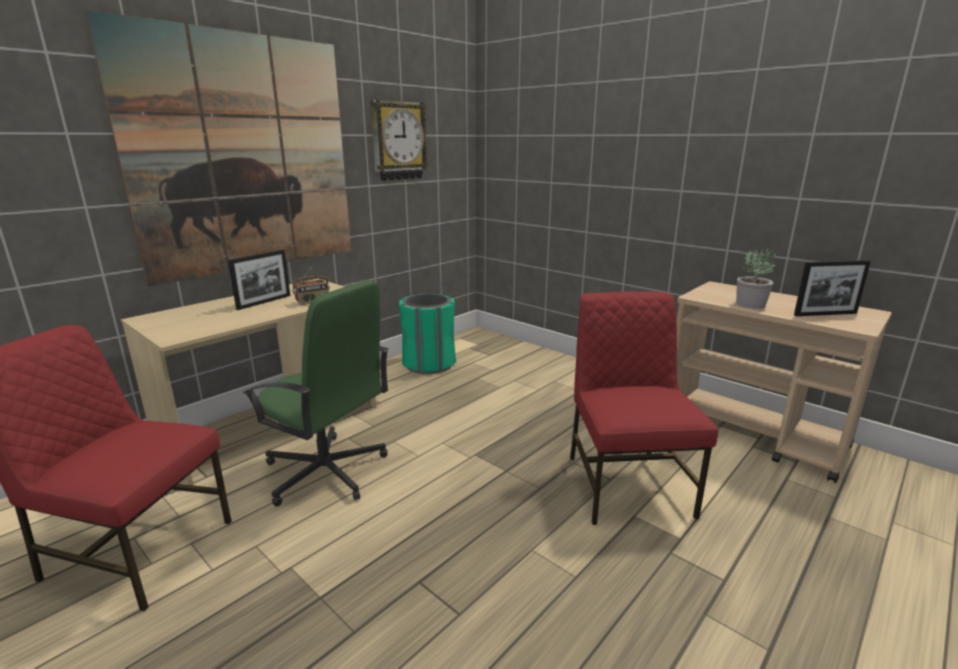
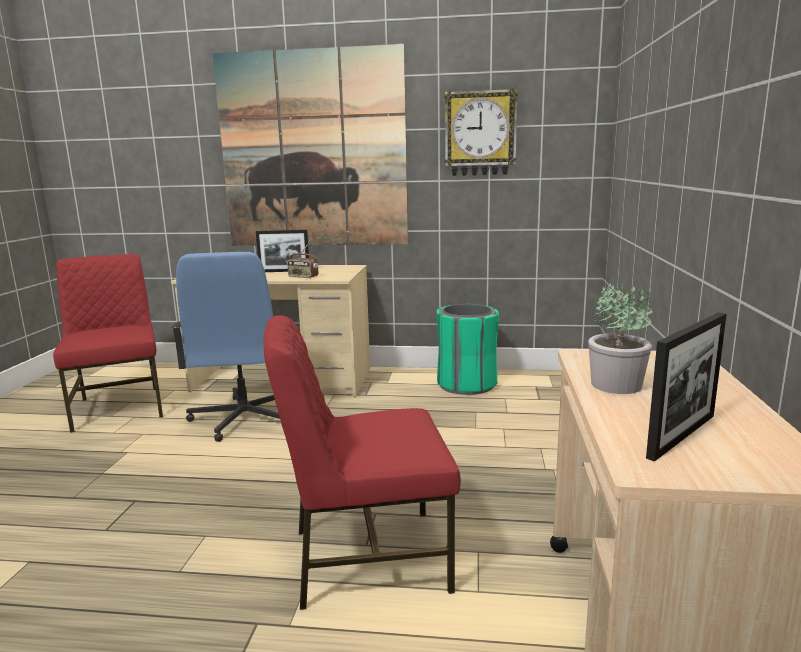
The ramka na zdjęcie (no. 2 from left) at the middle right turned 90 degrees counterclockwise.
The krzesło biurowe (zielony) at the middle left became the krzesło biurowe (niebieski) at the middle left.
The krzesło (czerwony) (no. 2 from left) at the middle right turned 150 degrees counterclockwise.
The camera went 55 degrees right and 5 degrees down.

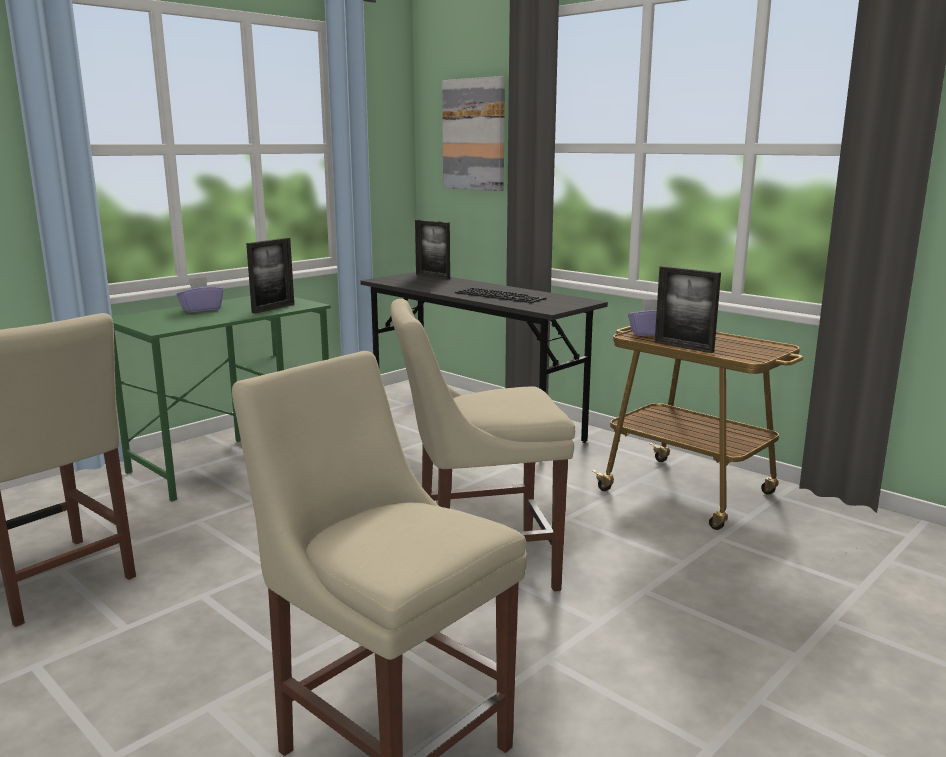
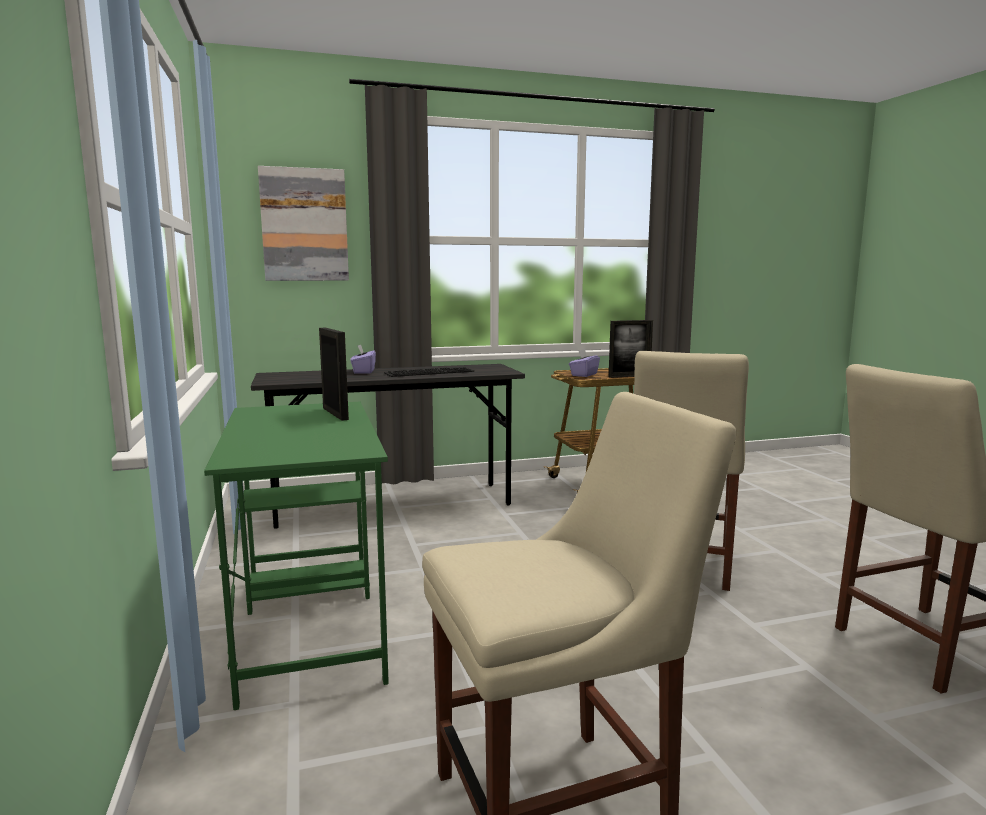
The ramka na zdjęcie (no. 2 from left) at the top centre disappeared.
The pudełko chusteczek (fioletowy) (no. 1 from left) moved from the middle left to the centre.
The camera went 60 degrees left and 5 degrees down.

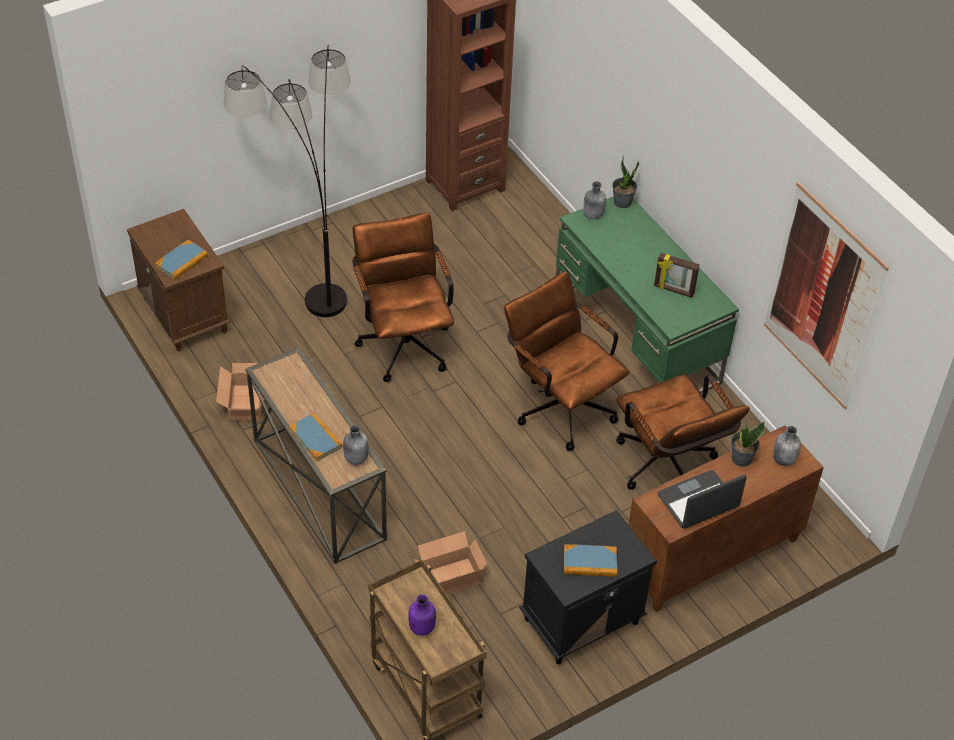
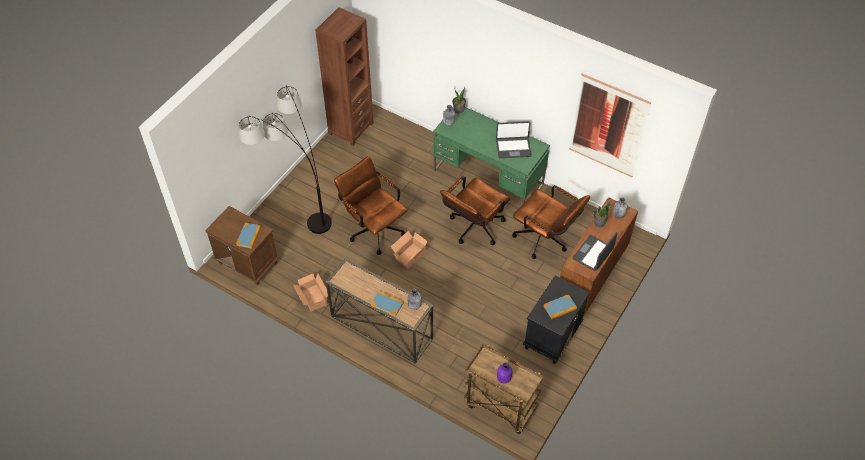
The ramka na zdjęcie at the middle right was replaced by the laptop (no. 1 from left) at the top centre.
The krzesło biurowe (brązowy) (no. 2 from left) at the centre turned 75 degrees counterclockwise.
The karton (no. 2 from left) moved from the bottom centre to the centre.
The camera went 25 degrees left and 5 degrees up.

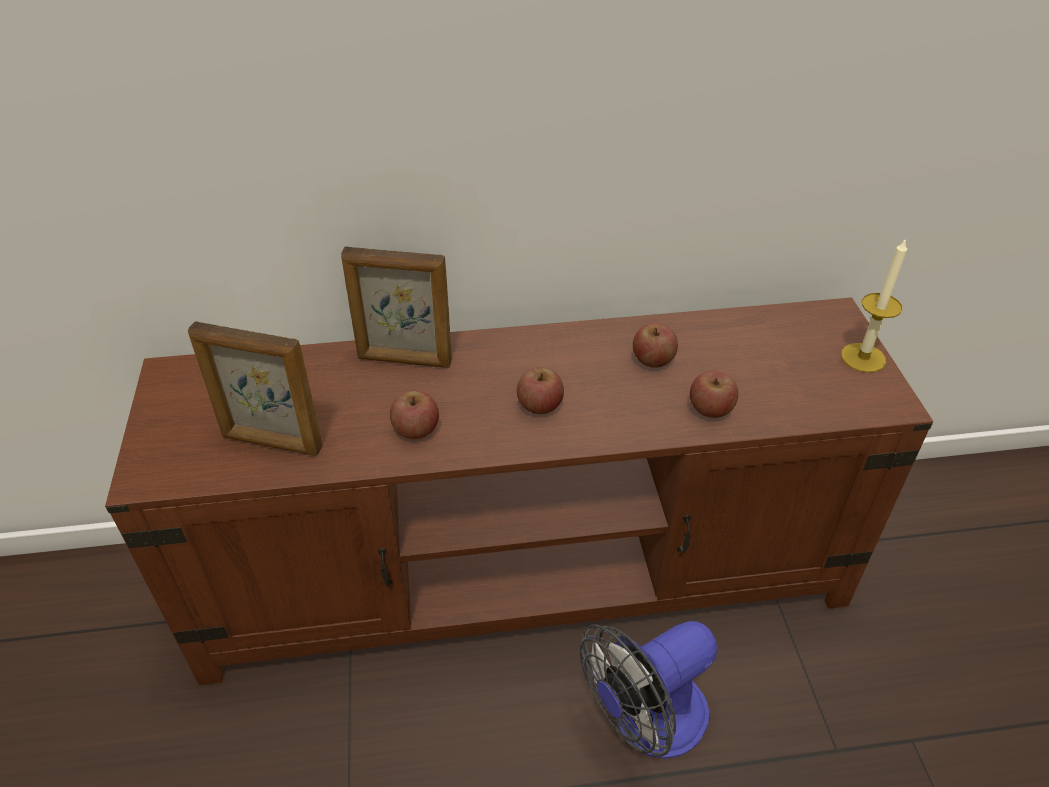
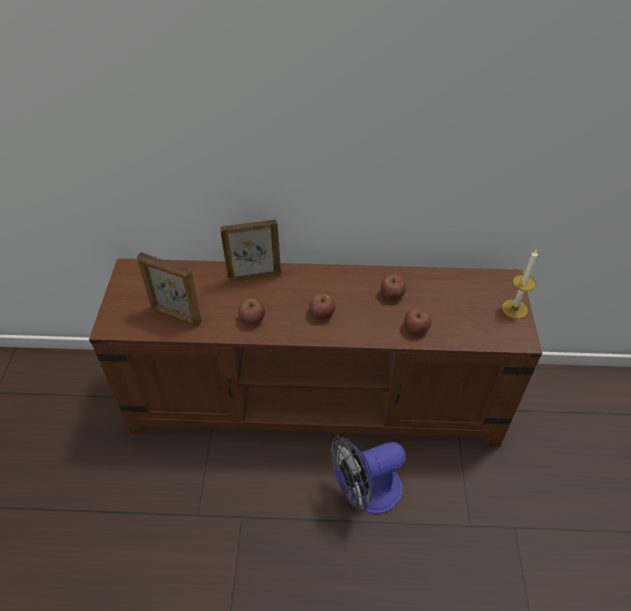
The ramka na zdjęcie (no. 2 from left) at the centre turned 150 degrees clockwise.
The camera went 10 degrees right and 5 degrees up.

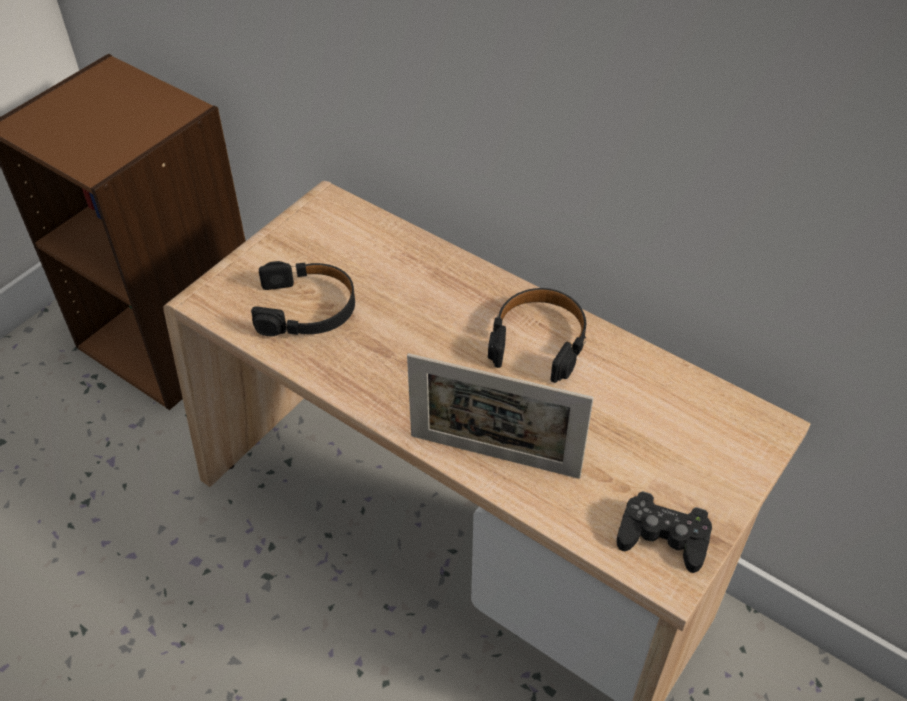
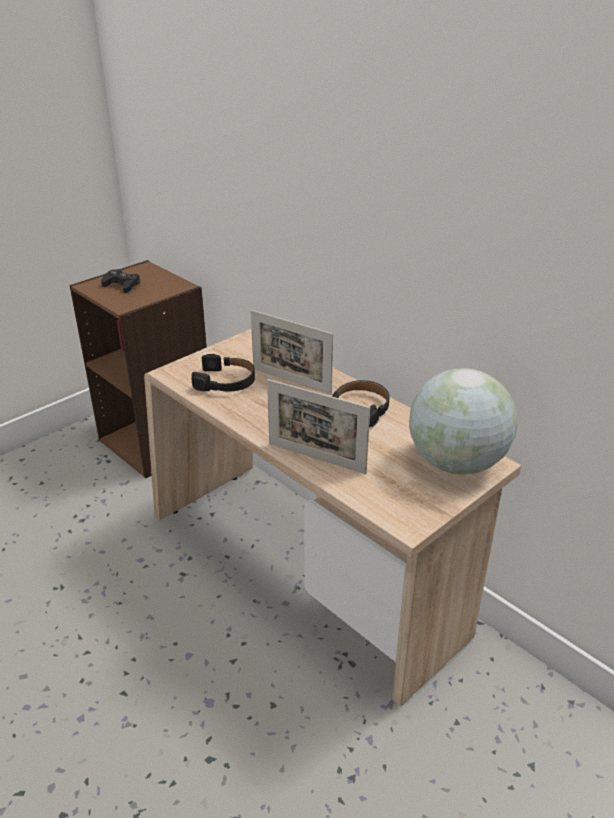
The pad do gier (czarny) moved from the bottom right to the middle left.
The ramka na zdjęcie (no. 1 from left) at the centre appeared.
The globus at the middle right appeared.
The camera went 10 degrees right and 15 degrees down.

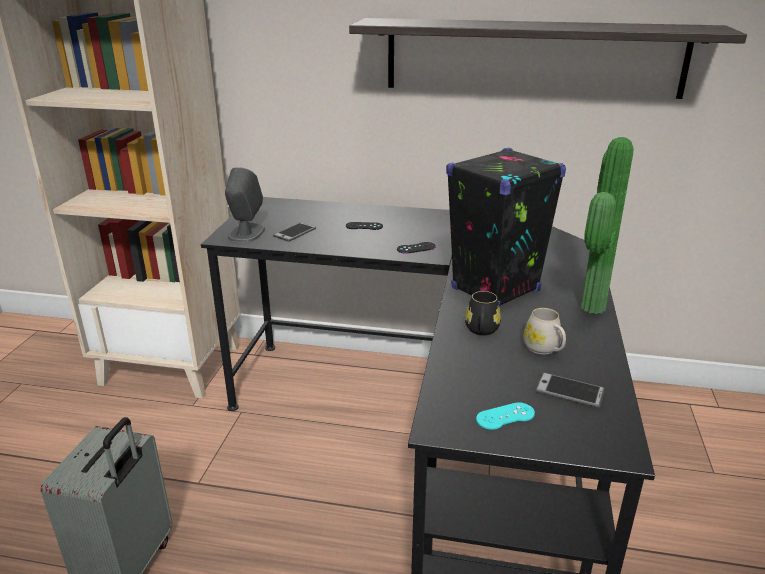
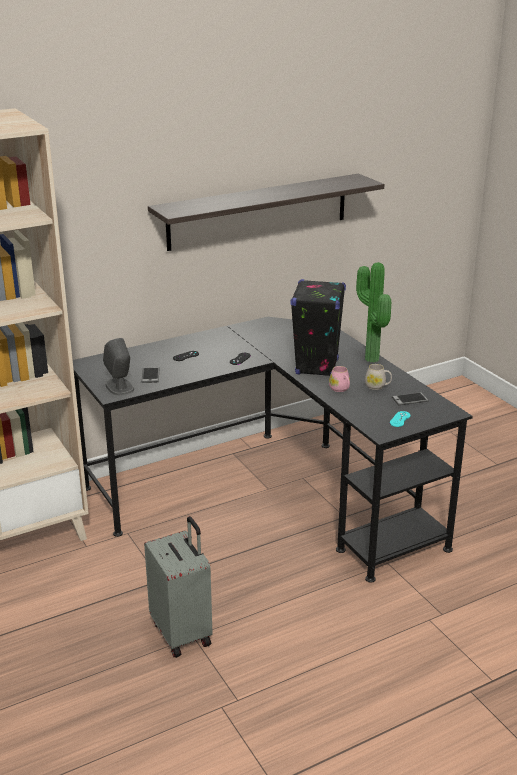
The kubek (czarny) at the centre became the kubek (różowy) at the centre.
The camera went 40 degrees left and 0 degrees up.

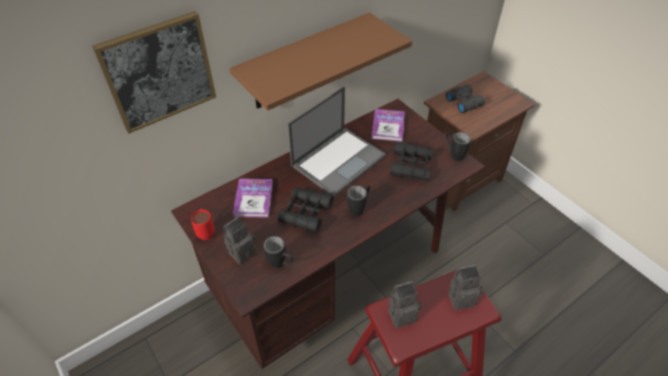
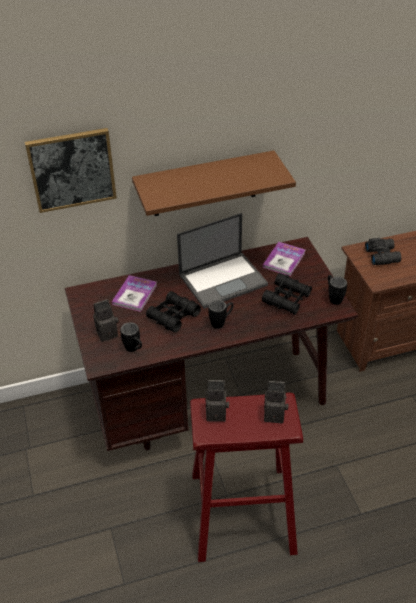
The kubek (czerwony) at the middle left disappeared.
The camera went 20 degrees right and 5 degrees down.

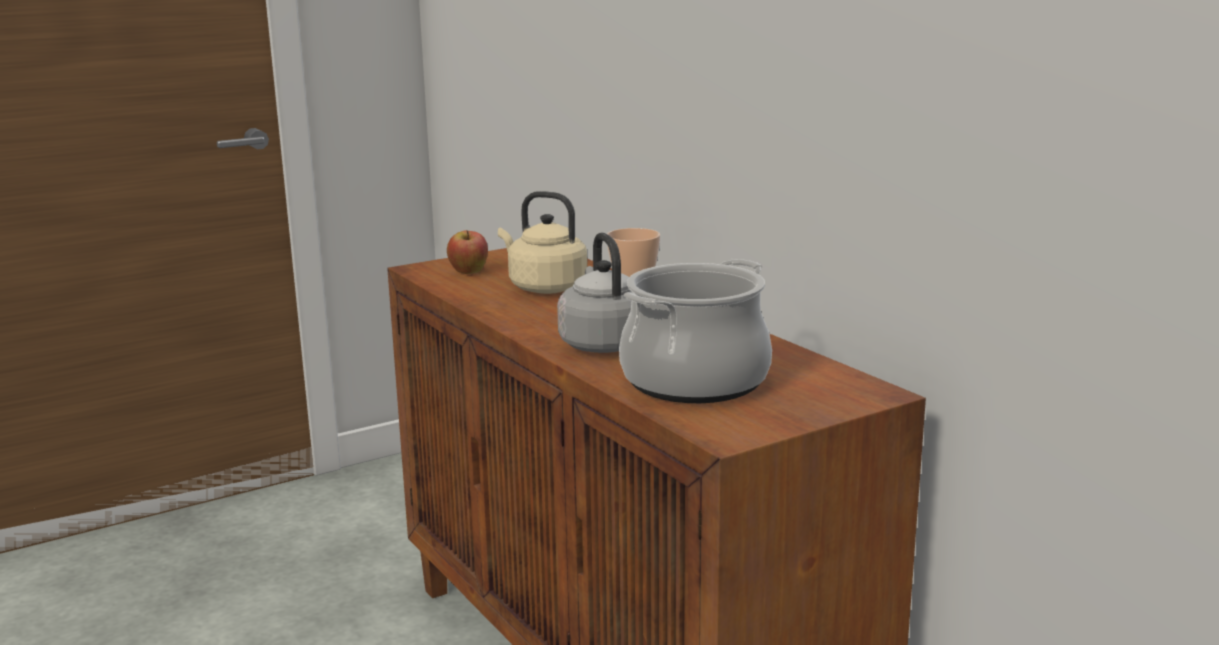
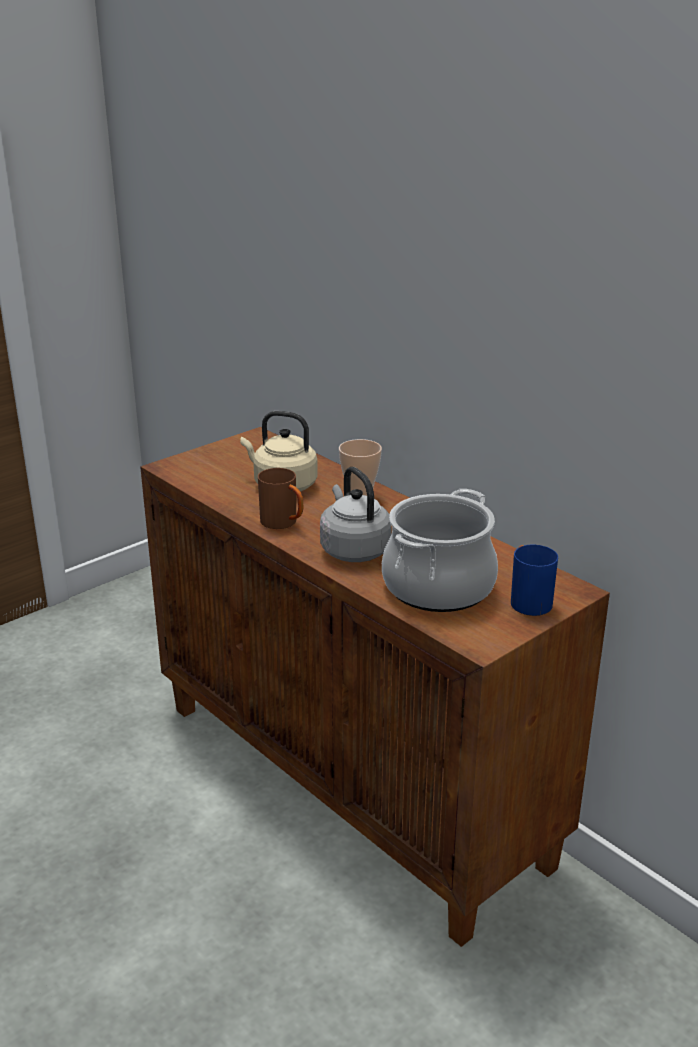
The jabłko at the centre disappeared.
The kubek (brązowy) at the centre appeared.
The kubek (niebieski) at the middle right appeared.
The camera went 10 degrees left and 10 degrees up.

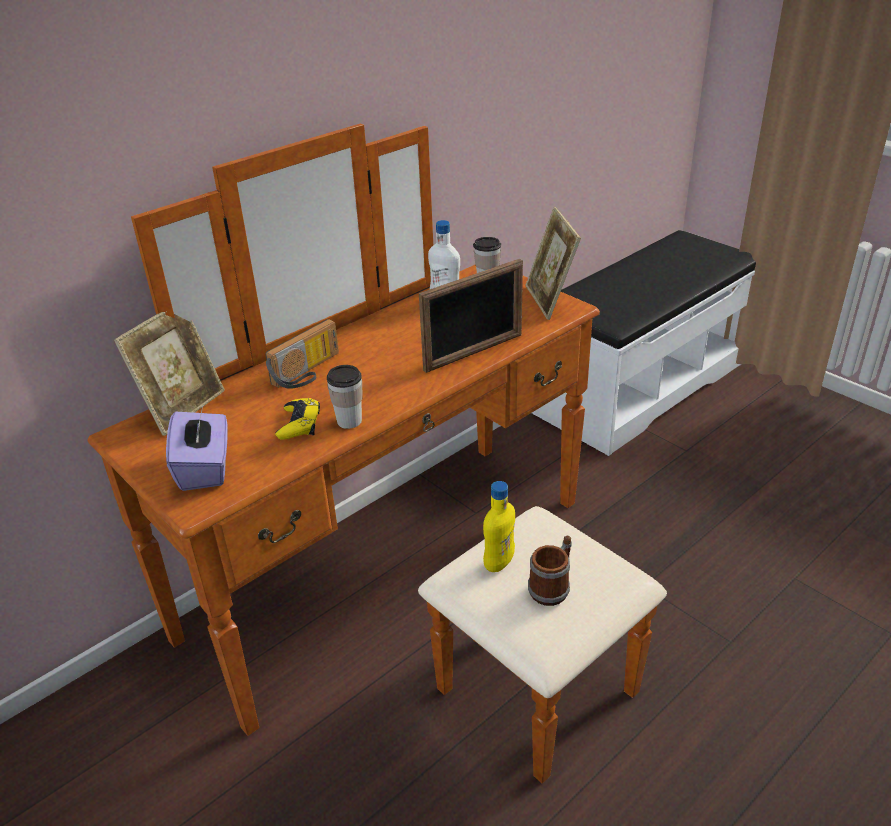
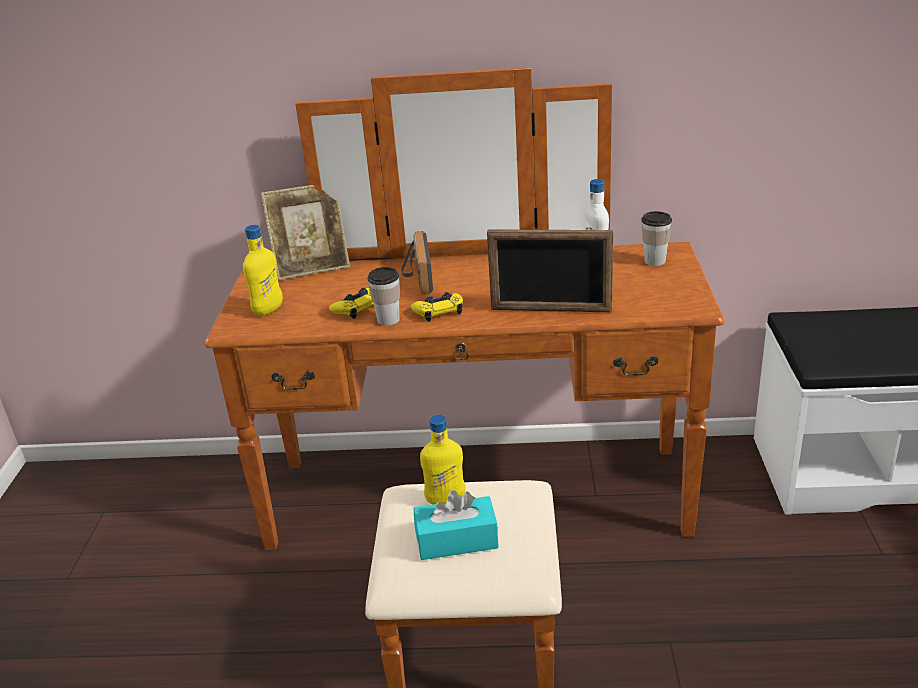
The ramka na zdjęcie (no. 3 from left) at the top centre disappeared.
The radio at the centre turned 90 degrees clockwise.
The pudełko chusteczek (fioletowy) at the middle left was replaced by the butelka (żółty) (no. 1 from left) at the middle left.
The kubek at the bottom centre was replaced by the pudełko chusteczek (turkusowy) at the bottom centre.
The pad do gier (żółty) (no. 2 from left) at the centre appeared.
The camera went 45 degrees right and 5 degrees down.

